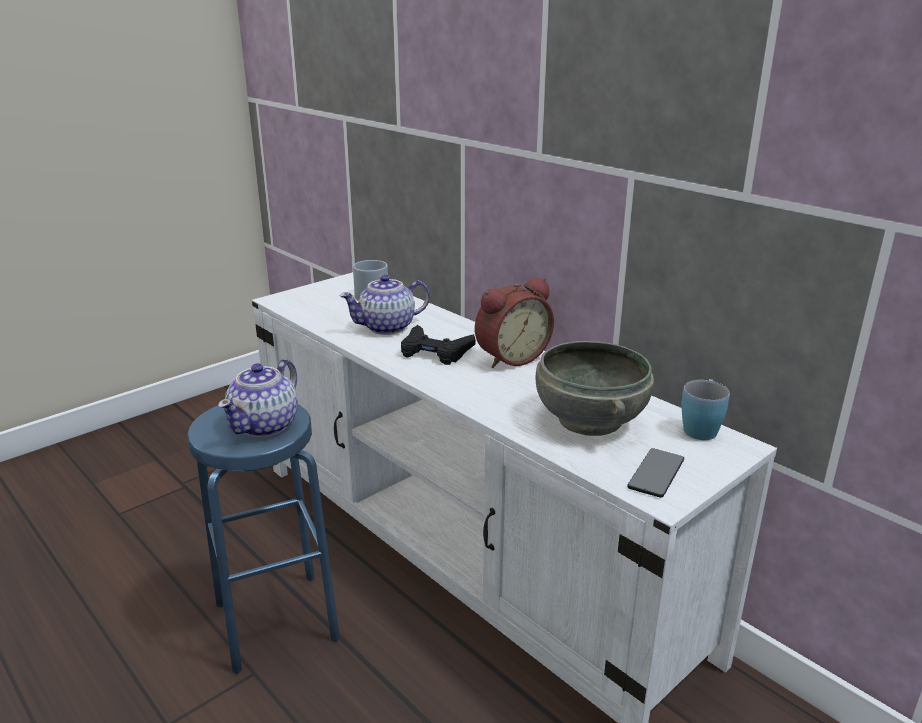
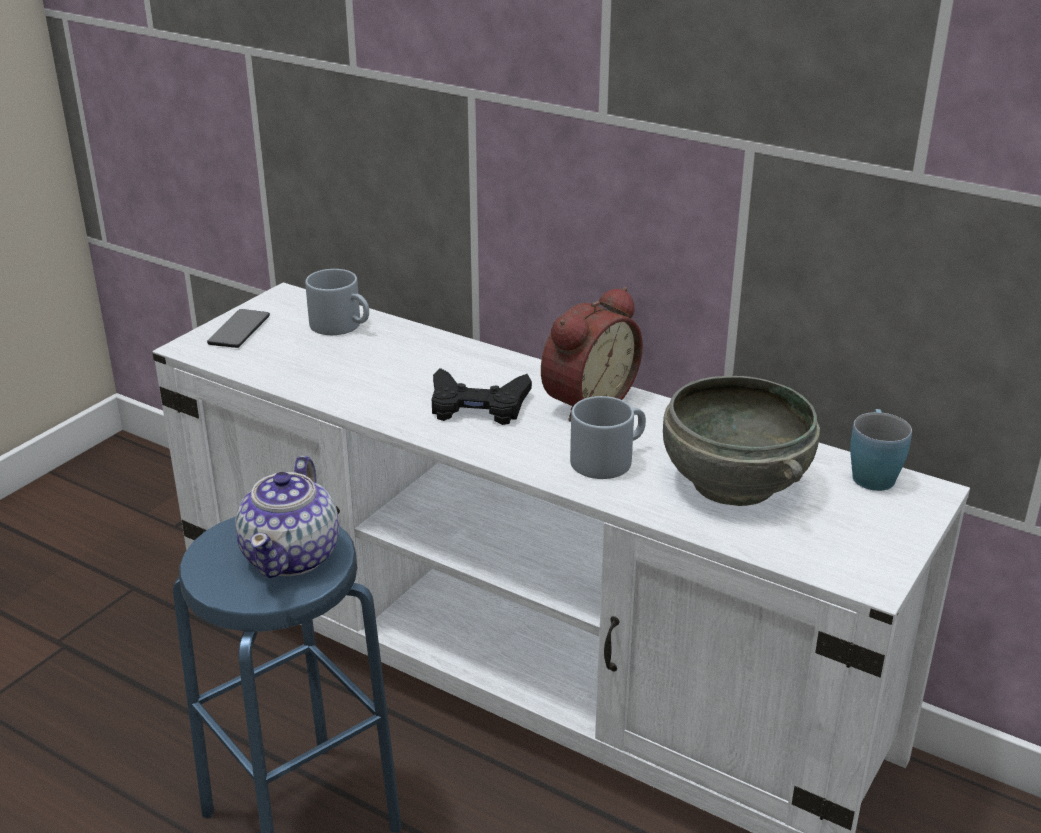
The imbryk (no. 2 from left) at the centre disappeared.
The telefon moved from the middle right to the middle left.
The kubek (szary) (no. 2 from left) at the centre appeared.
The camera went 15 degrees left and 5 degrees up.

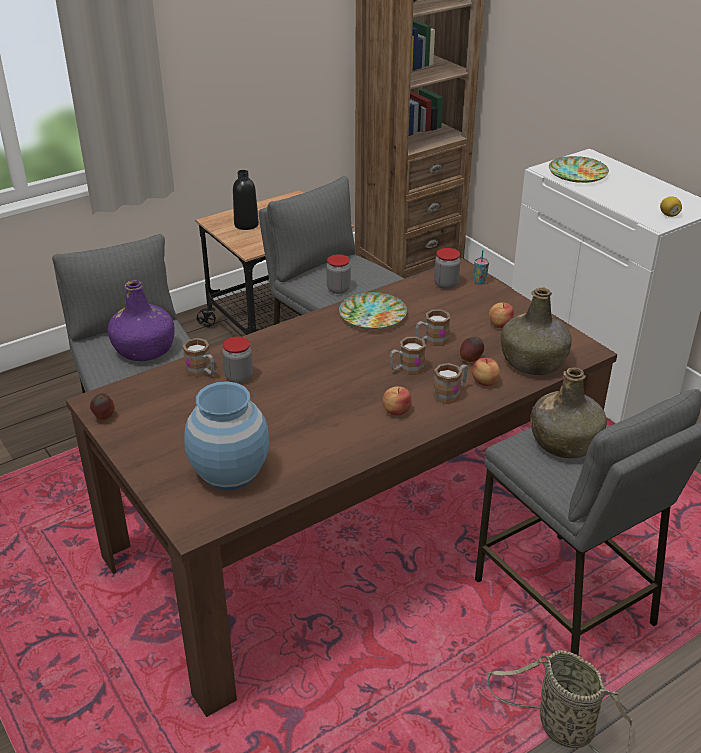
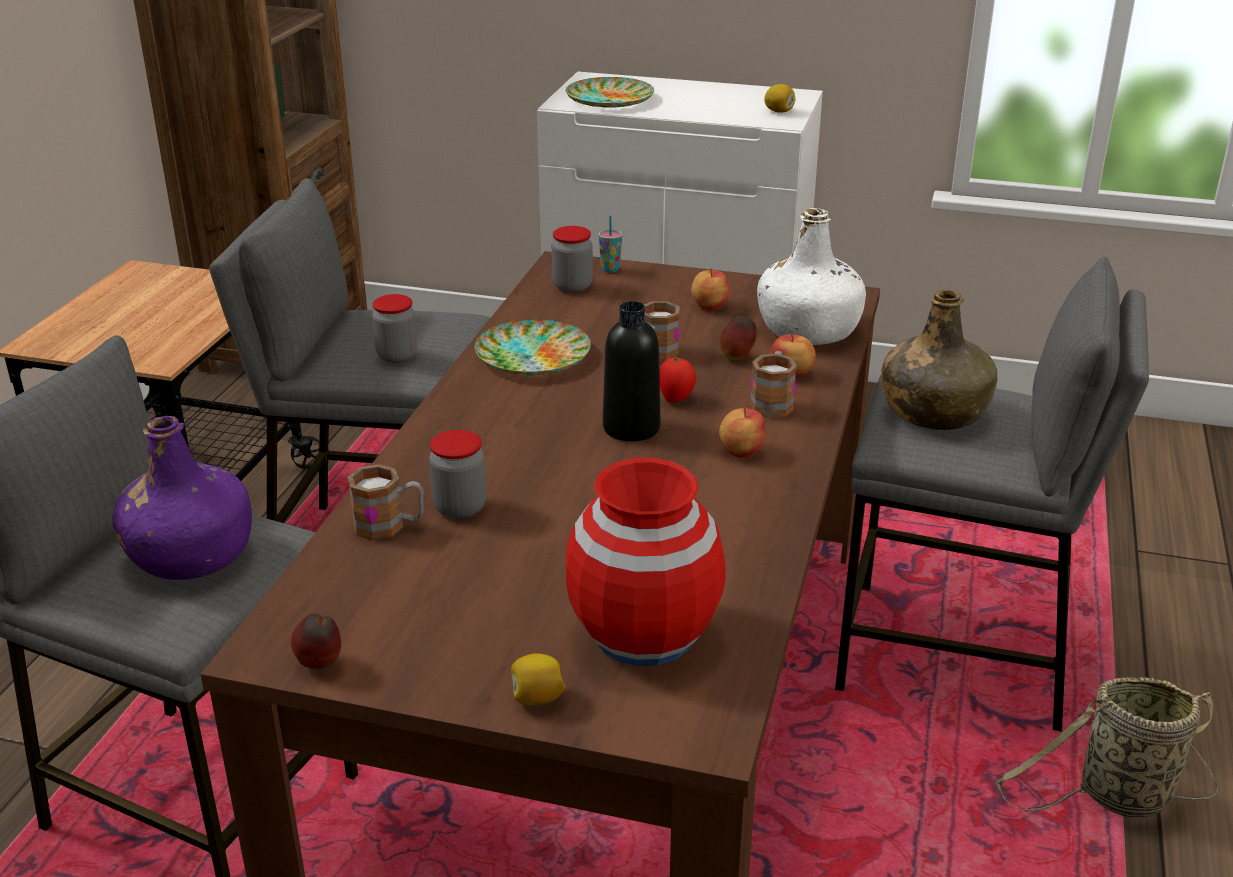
The butelka (czarny) moved from the top centre to the centre.
The butelka (zielony) (no. 1 from left) at the middle right became the butelka (biały) at the top centre.
The kubek (no. 2 from left) at the centre was replaced by the pomidor at the centre.
The wazon (niebieski) at the middle left became the wazon (czerwony) at the centre.
The cytryna (no. 1 from left) at the bottom centre appeared.
The camera went 40 degrees left and 5 degrees down.

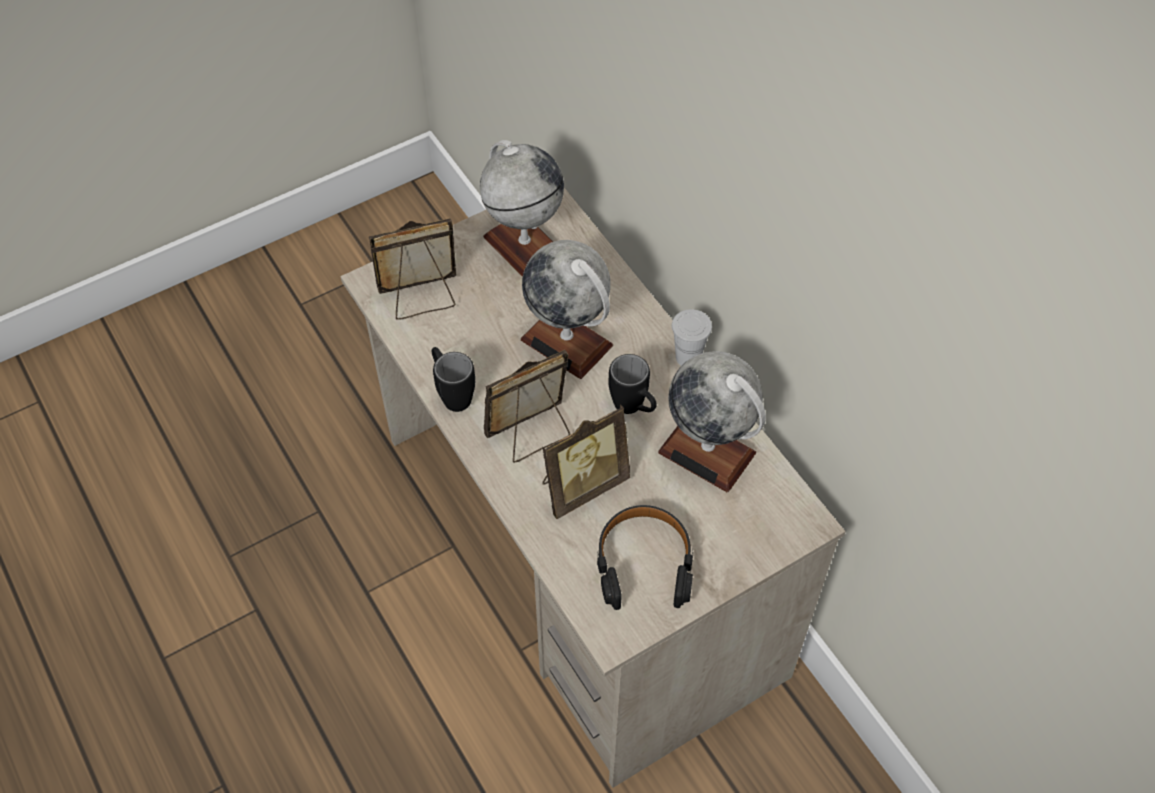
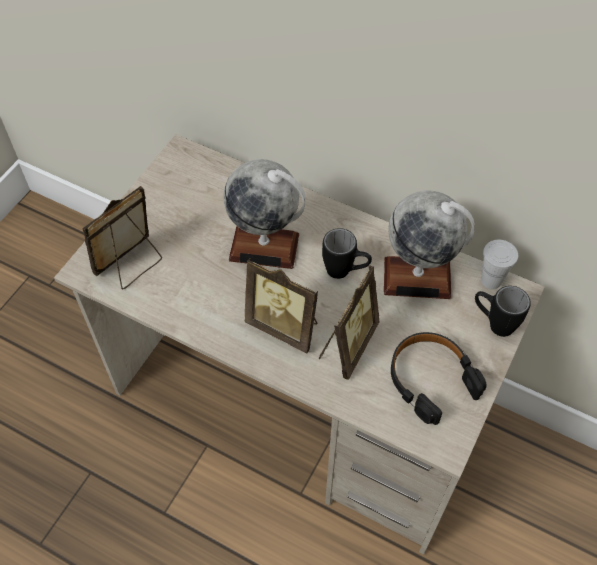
The globus (no. 1 from left) at the top centre disappeared.
The filiżanka (biały) moved from the centre to the middle right.
The kubek (czarny) (no. 1 from left in the first image) moved from the centre to the middle right.
The ramka na zdjęcie (no. 2 from left) at the centre turned 90 degrees counterclockwise.
The camera went 30 degrees left and 0 degrees up.

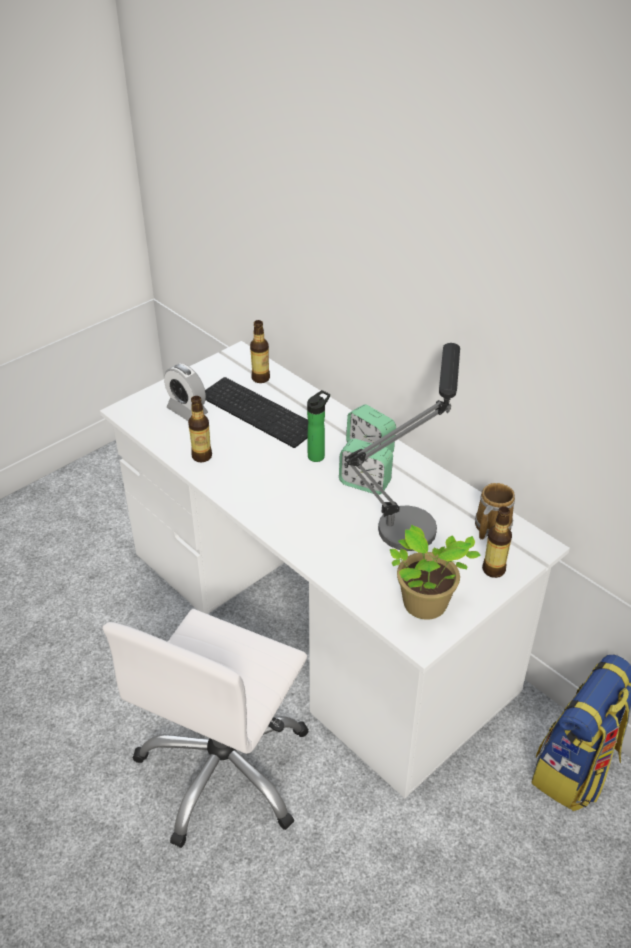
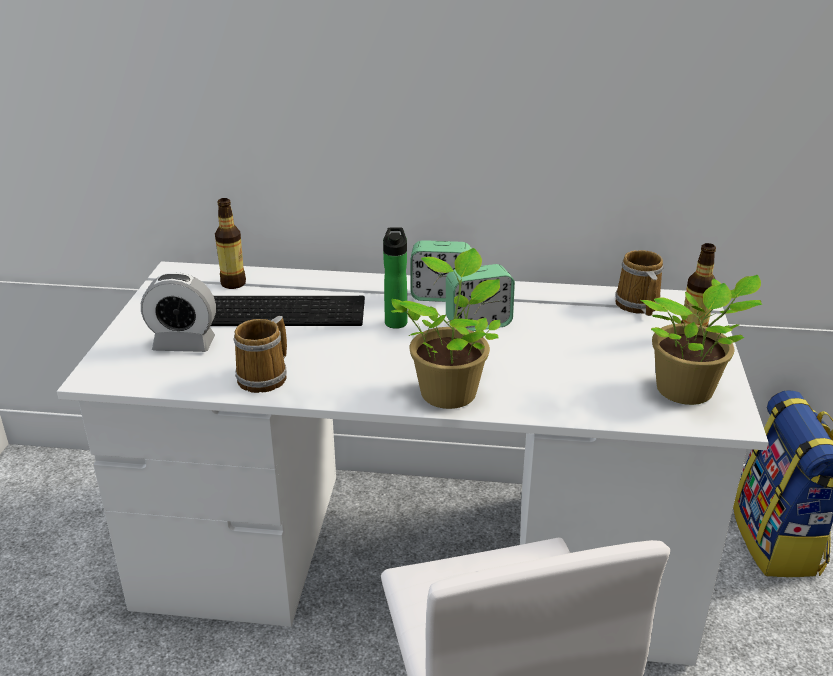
The lampa stołowa at the centre disappeared.
The butelka (no. 1 from left) at the middle left was replaced by the kubek (no. 1 from left) at the middle left.
The roślina doniczkowa (no. 1 from left) at the centre appeared.
The camera went 40 degrees left and 10 degrees down.

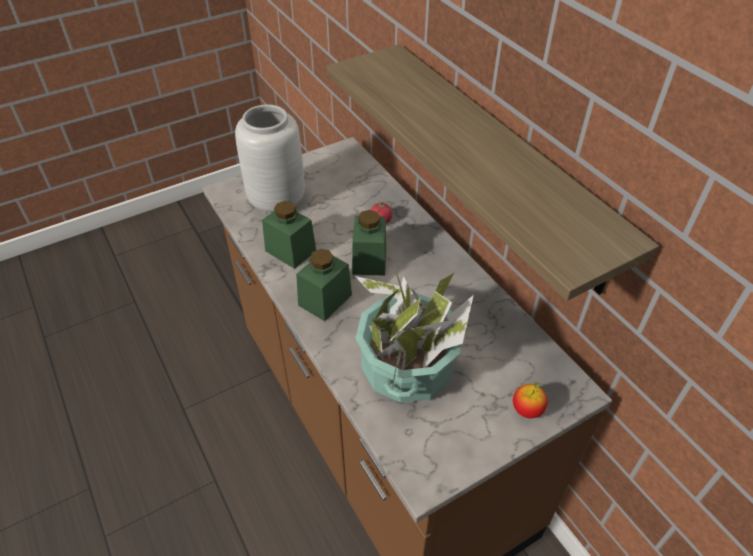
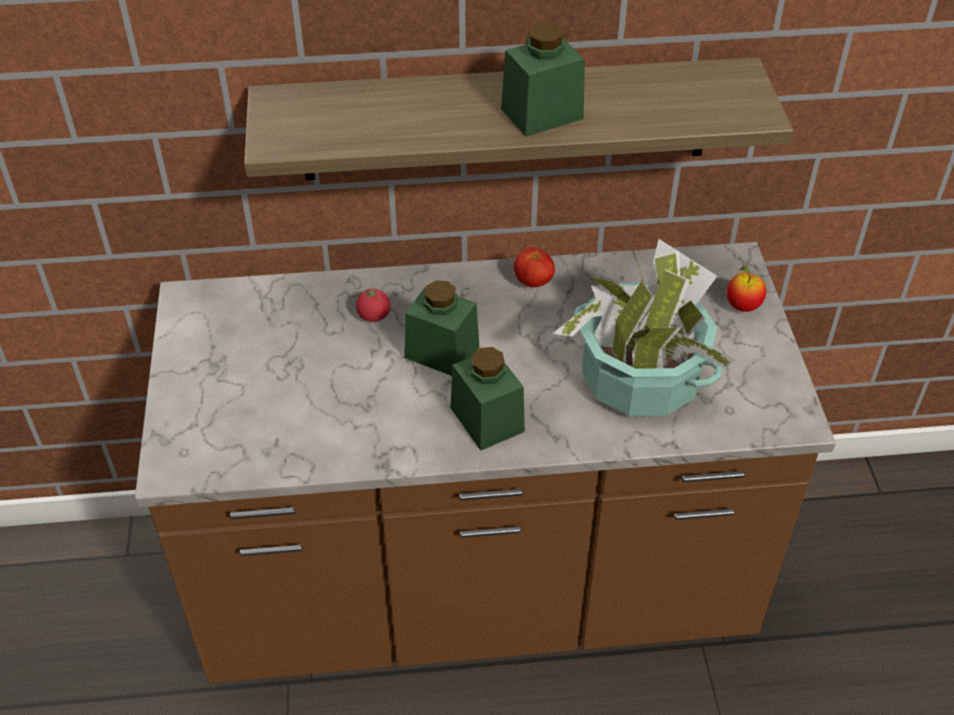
The wazon (szary) at the top centre disappeared.
The słoik (zielony) (no. 1 from left in the first image) moved from the centre to the top centre.
The pomidor (no. 2 from left) at the centre appeared.
The camera went 65 degrees left and 0 degrees up.

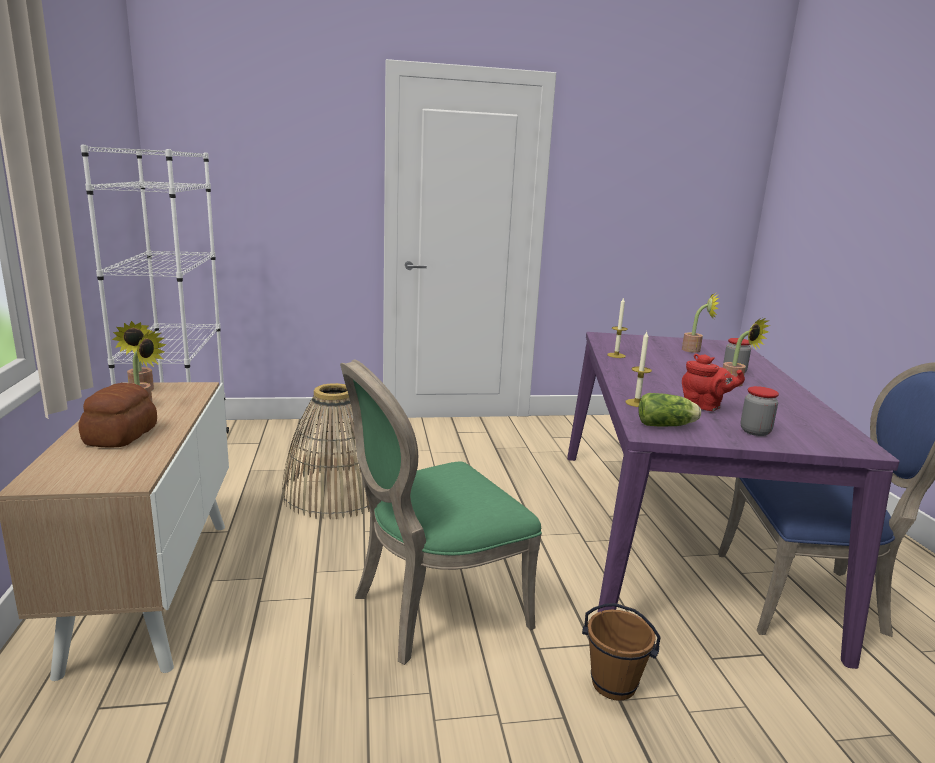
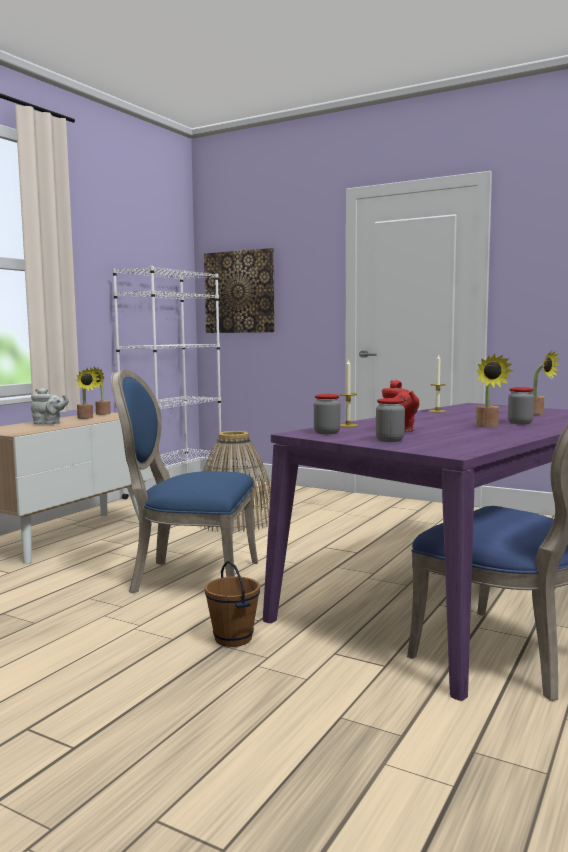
The krzesło (zielony) at the bottom centre became the krzesło (niebieski) (no. 1 from left) at the middle left.
The chleb at the middle left was replaced by the imbryk (szary) at the middle left.
The sałata at the middle right was replaced by the słoik (no. 1 from left) at the centre.
The obraz at the centre appeared.
The camera went 40 degrees right and 10 degrees down.

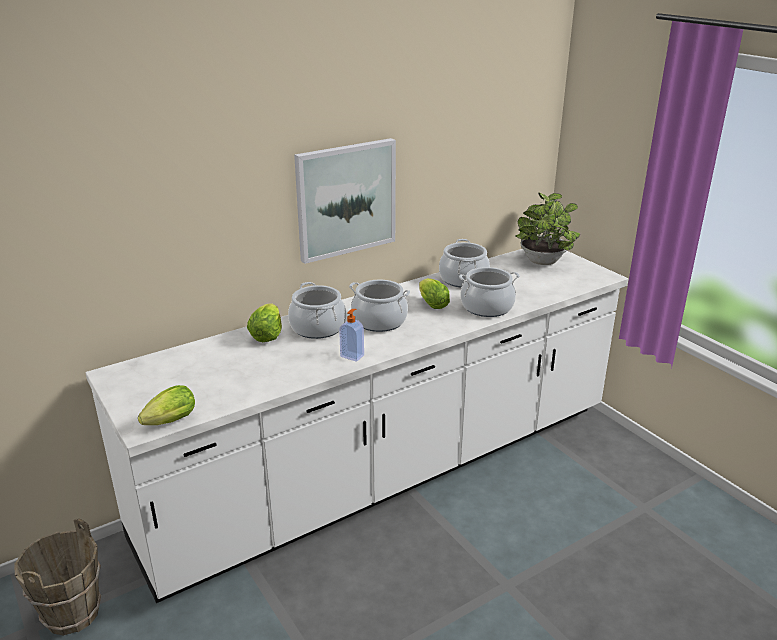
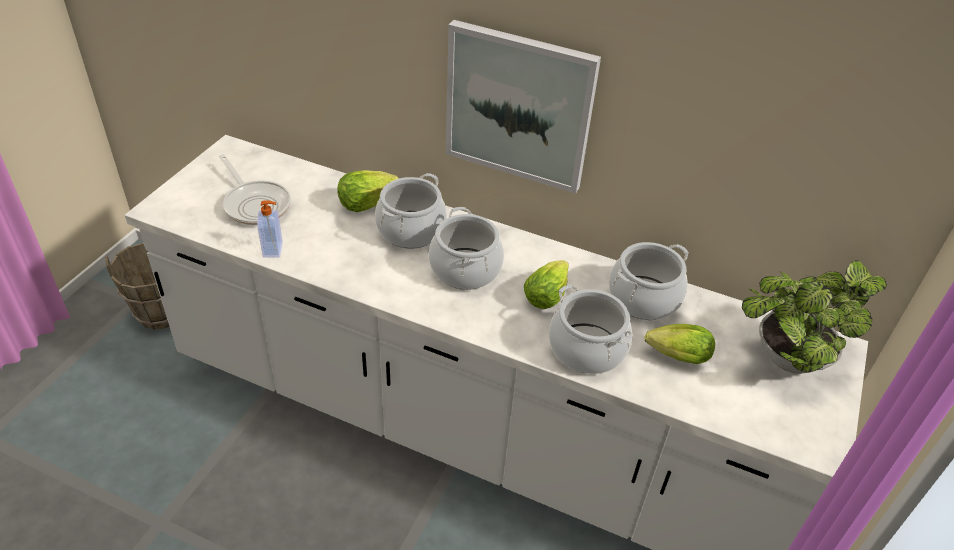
The dozownik mydła moved from the centre to the middle left.
The sałata (no. 1 from left in the first image) moved from the middle left to the middle right.
The patelnia at the middle left appeared.
The camera went 55 degrees right and 15 degrees up.

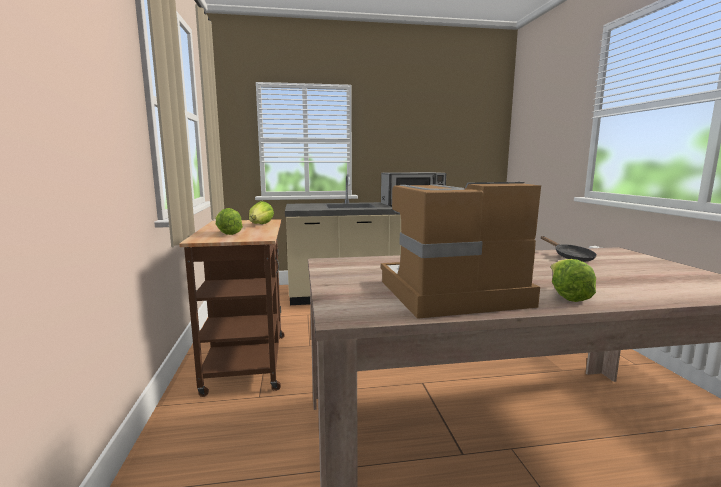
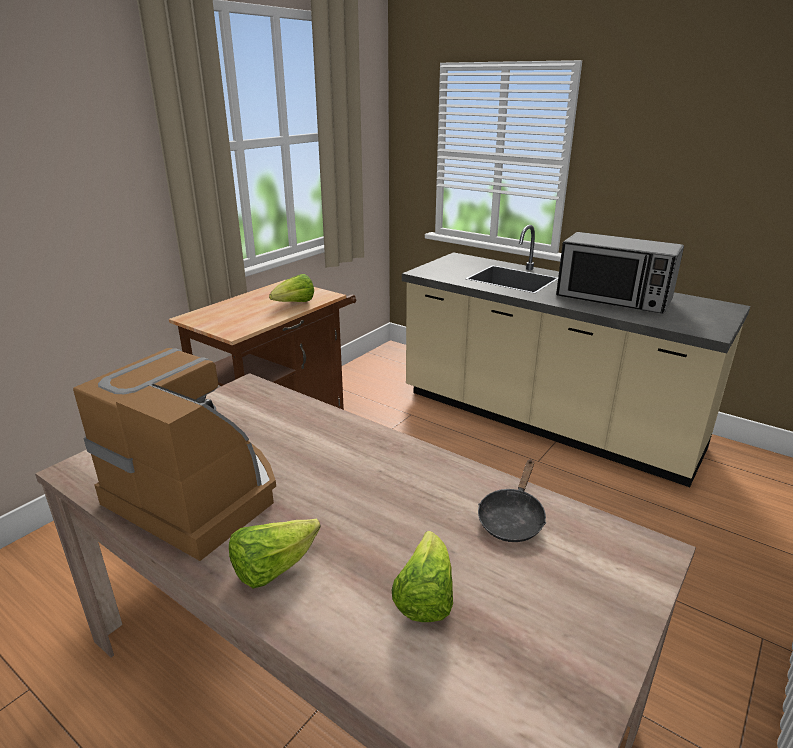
The sałata (no. 1 from left in the first image) moved from the middle left to the bottom centre.
The camera went 45 degrees right and 15 degrees up.

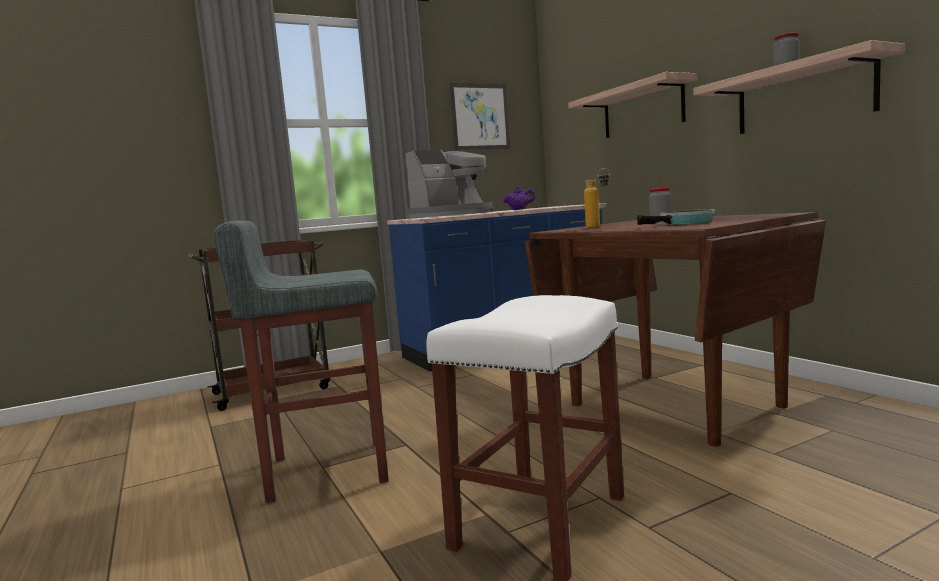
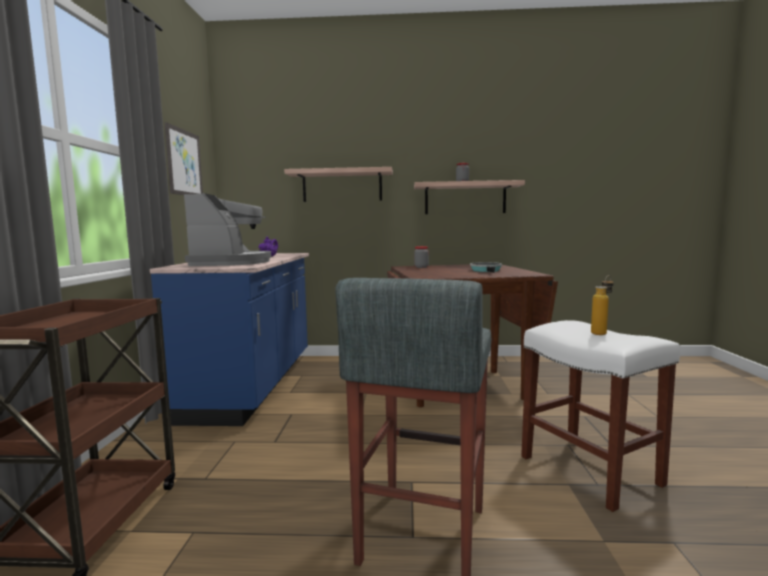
The butelka moved from the centre to the middle right.
The camera went 60 degrees left and 0 degrees up.

